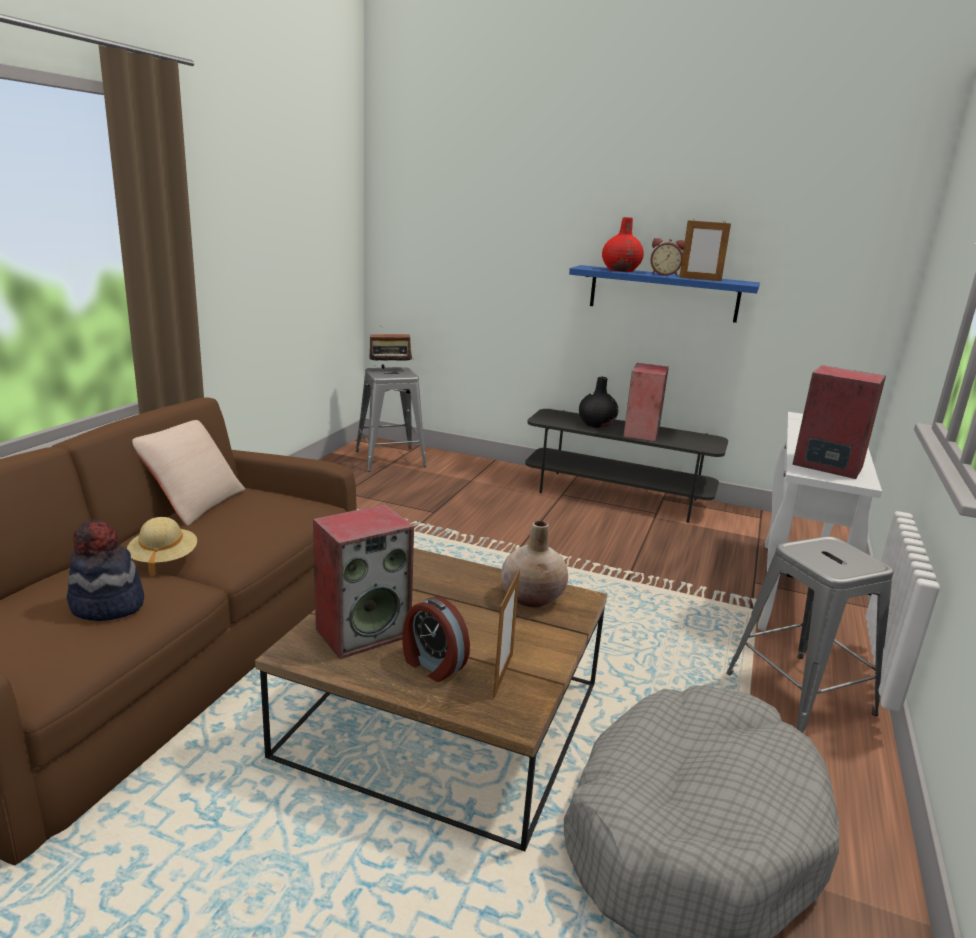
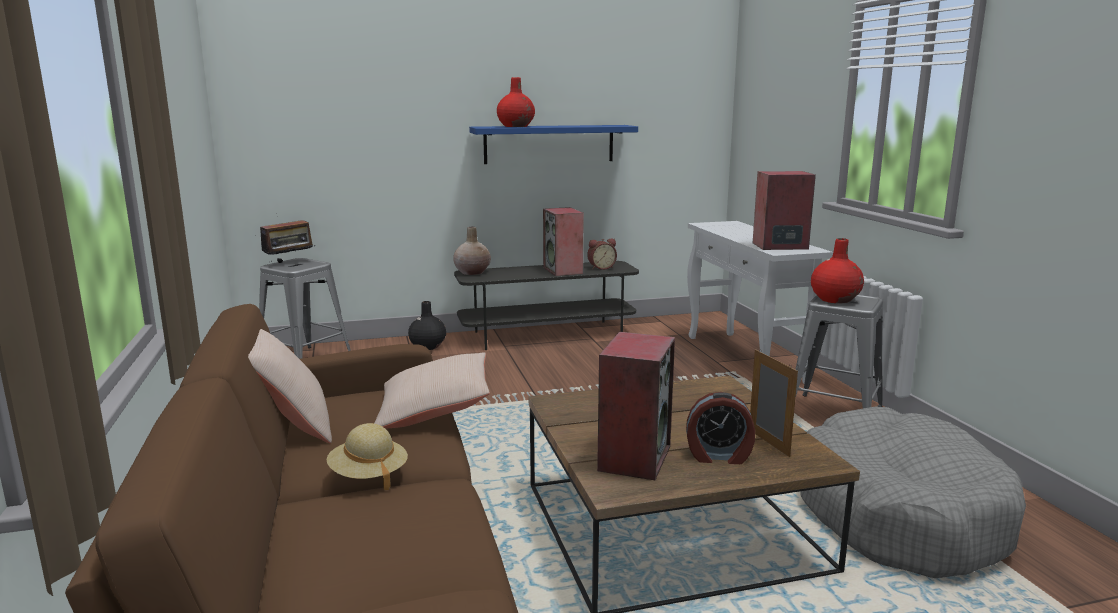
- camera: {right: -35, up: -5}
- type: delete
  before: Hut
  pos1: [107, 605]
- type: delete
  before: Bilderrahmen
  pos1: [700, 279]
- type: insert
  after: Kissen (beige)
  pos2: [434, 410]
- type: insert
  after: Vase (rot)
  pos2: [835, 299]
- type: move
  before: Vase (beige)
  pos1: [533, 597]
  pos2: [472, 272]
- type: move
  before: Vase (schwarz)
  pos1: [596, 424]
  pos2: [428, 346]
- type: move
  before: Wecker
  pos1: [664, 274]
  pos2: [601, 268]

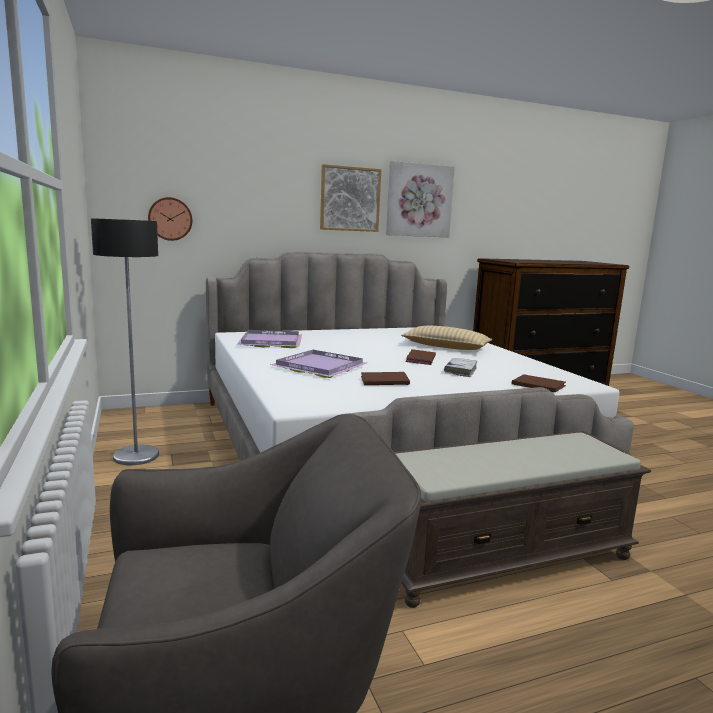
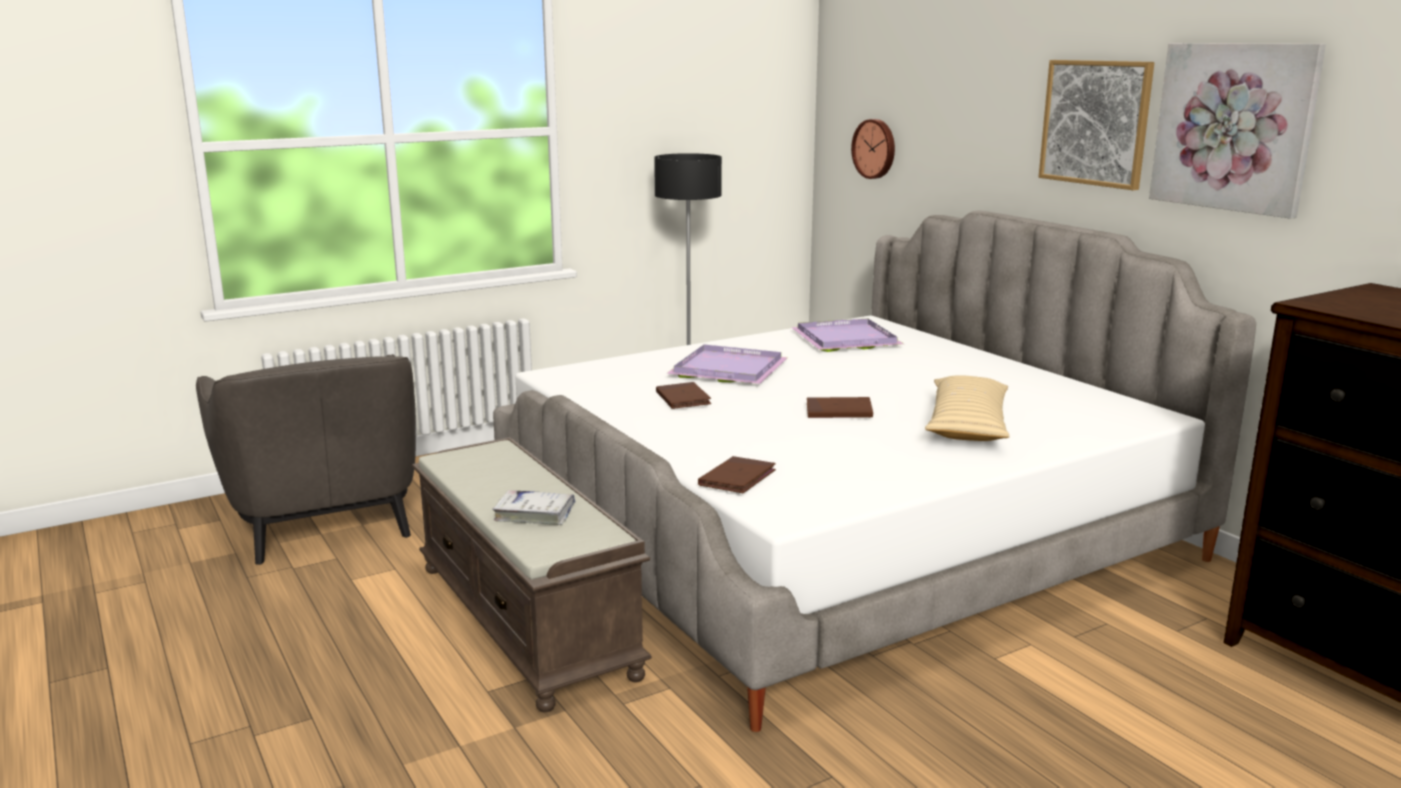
- camera: {right: 80, up: 5}
- type: move
  before: Buch (weiß)
  pos1: [460, 371]
  pos2: [535, 514]

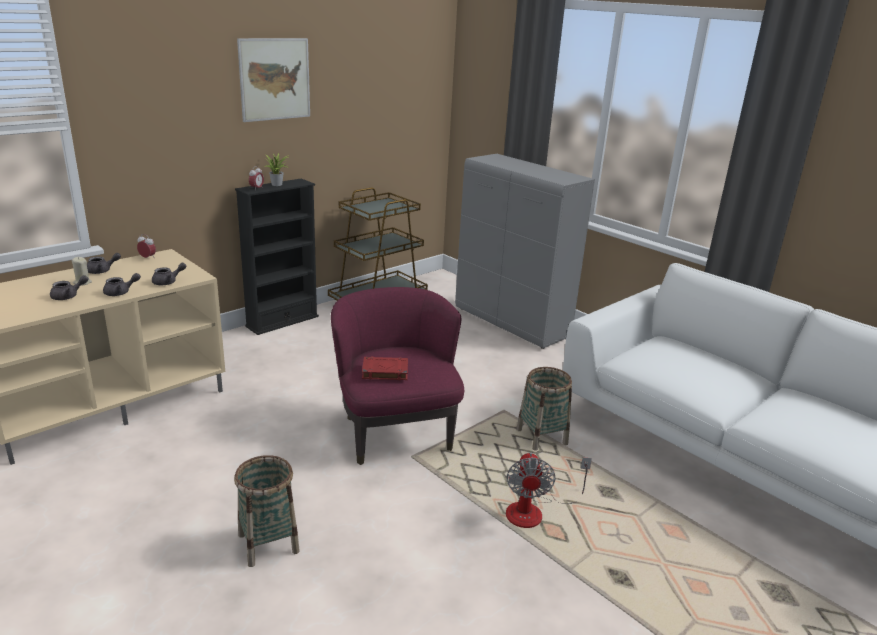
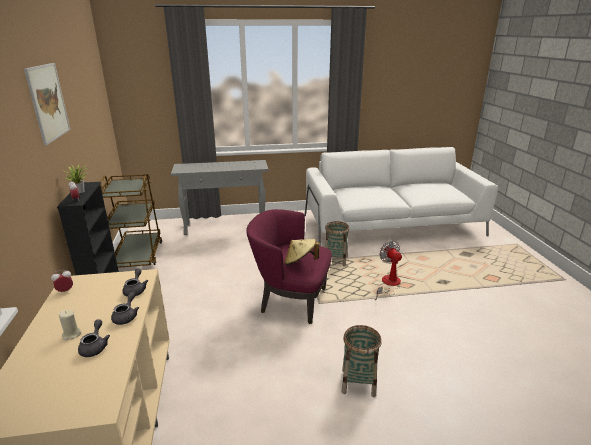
- camera: {right: -55, up: 0}
- type: delete
  before: Teekanne (grau)
  pos1: [102, 271]
- type: replace
  before: Buch (rot)
  after: Hut (beige)
  pos1: [384, 372]
  pos2: [300, 262]
- type: replace
  before: Schrank (grau)
  after: Konsolentisch (grau)
  pos1: [512, 323]
  pos2: [226, 226]
- type: rotate
  before: Ventilator
  pos1: [534, 511]
  pos2: [388, 284]
  turn: -150

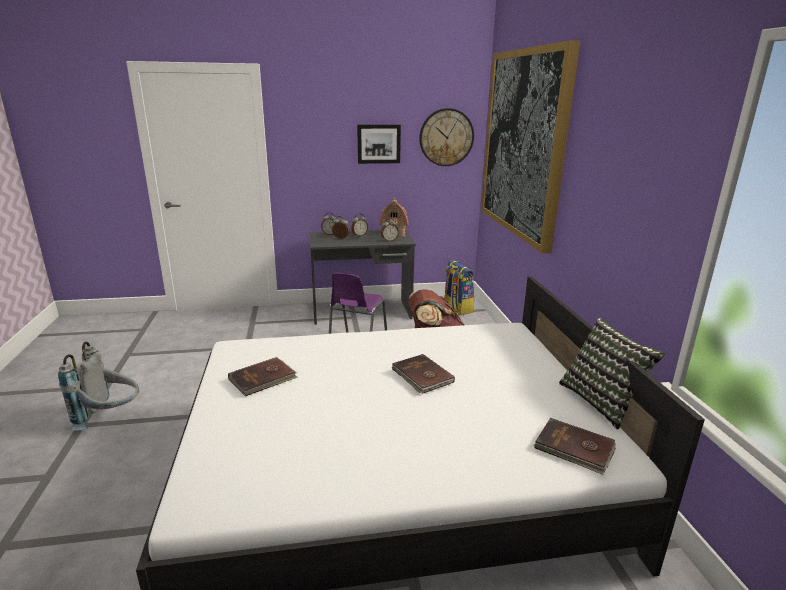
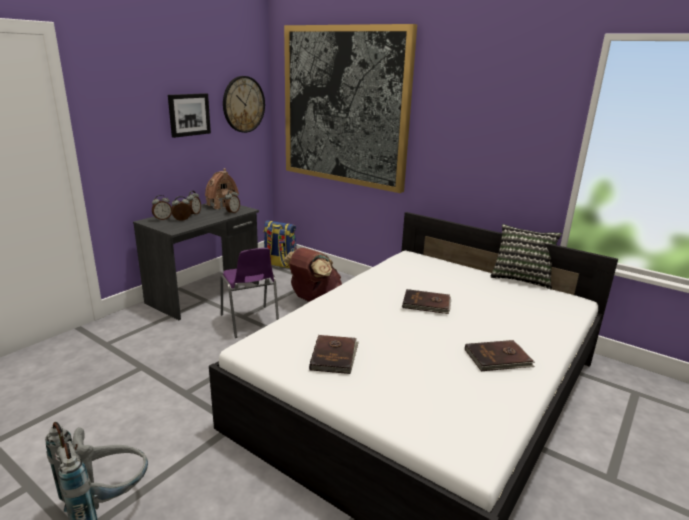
- camera: {right: -45, up: 0}
- type: move
  before: Buch (braun)
  pos1: [574, 448]
  pos2: [498, 358]

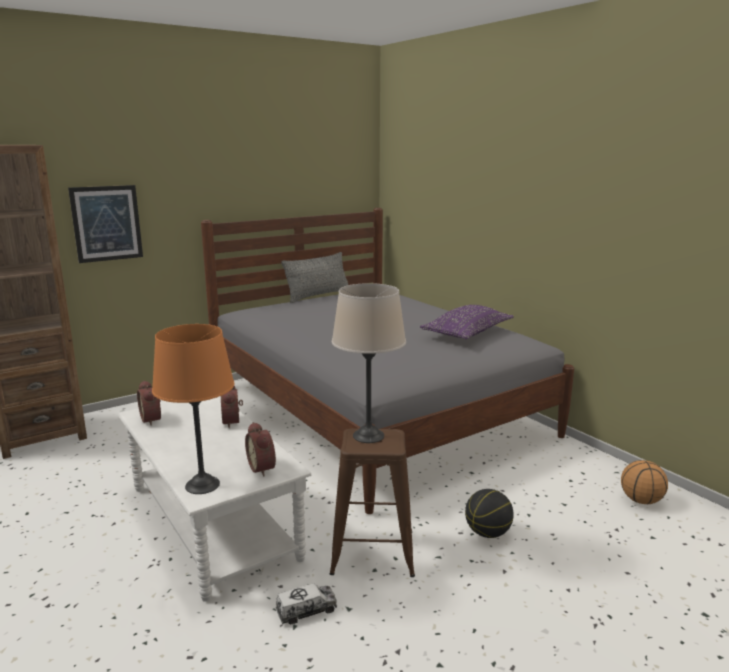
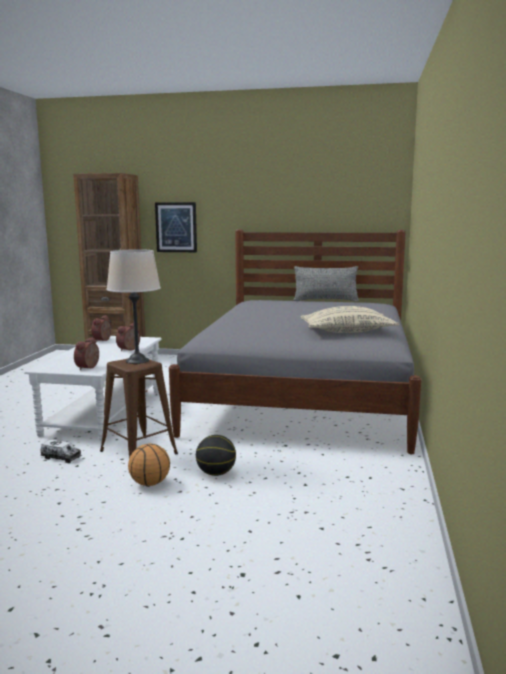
- camera: {right: 45, up: -5}
- type: delete
  before: Tischlampe (orange)
  pos1: [202, 485]
- type: move
  before: Basketball
  pos1: [640, 501]
  pos2: [149, 483]
- type: recolor
  before: Kissen (lila)
  after: Kissen (beige)
  pos1: [467, 333]
  pos2: [347, 332]

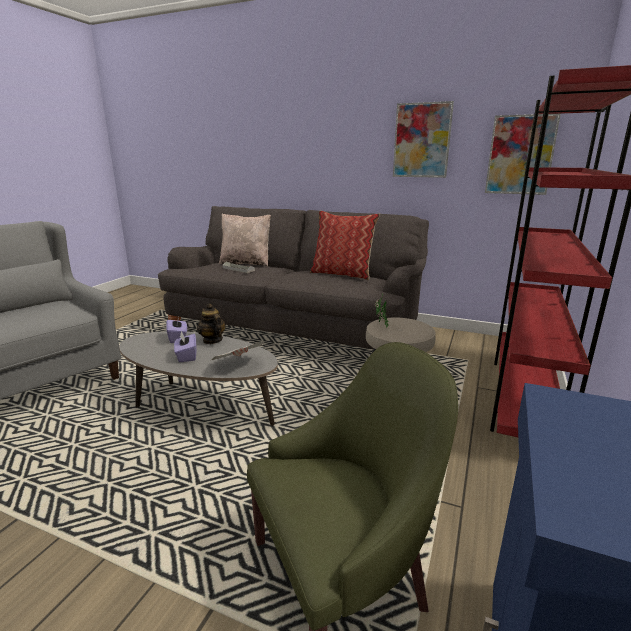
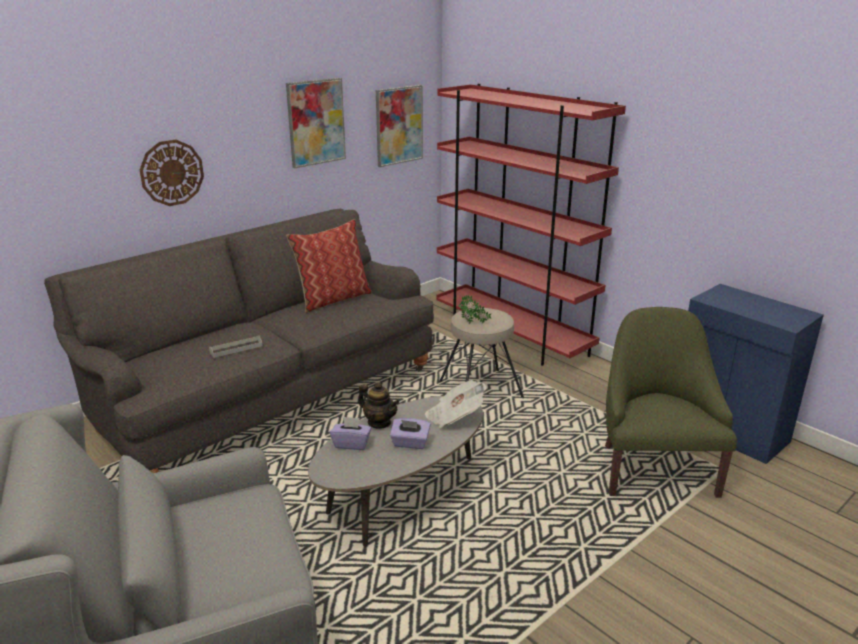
- camera: {right: -65, up: 5}
- type: delete
  before: Kissen (beige)
  pos1: [246, 263]
- type: insert
  after: Wanduhr
  pos2: [172, 173]
- type: rotate
  before: Teekanne
  pos1: [212, 340]
  pos2: [379, 423]
  turn: -135

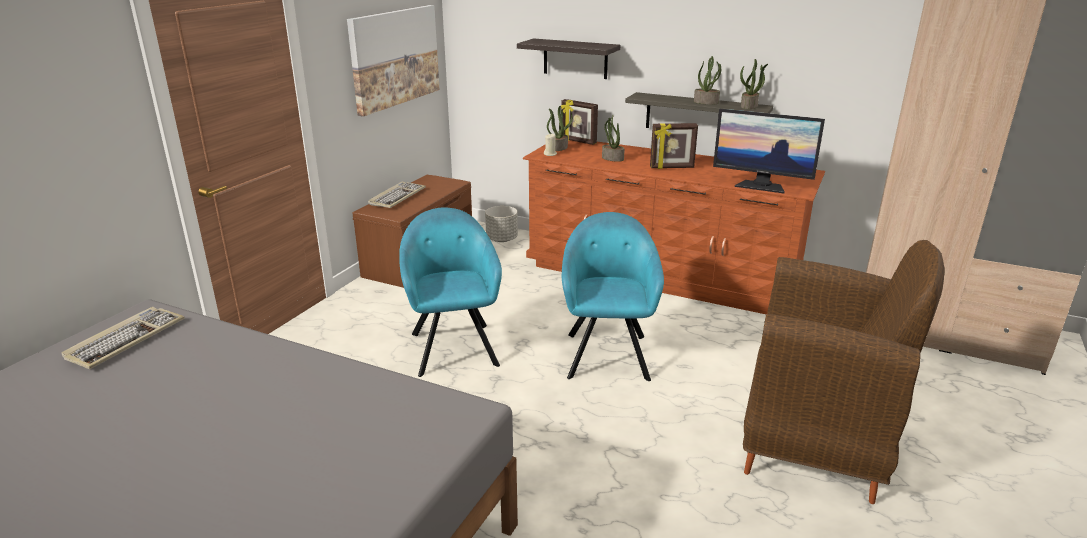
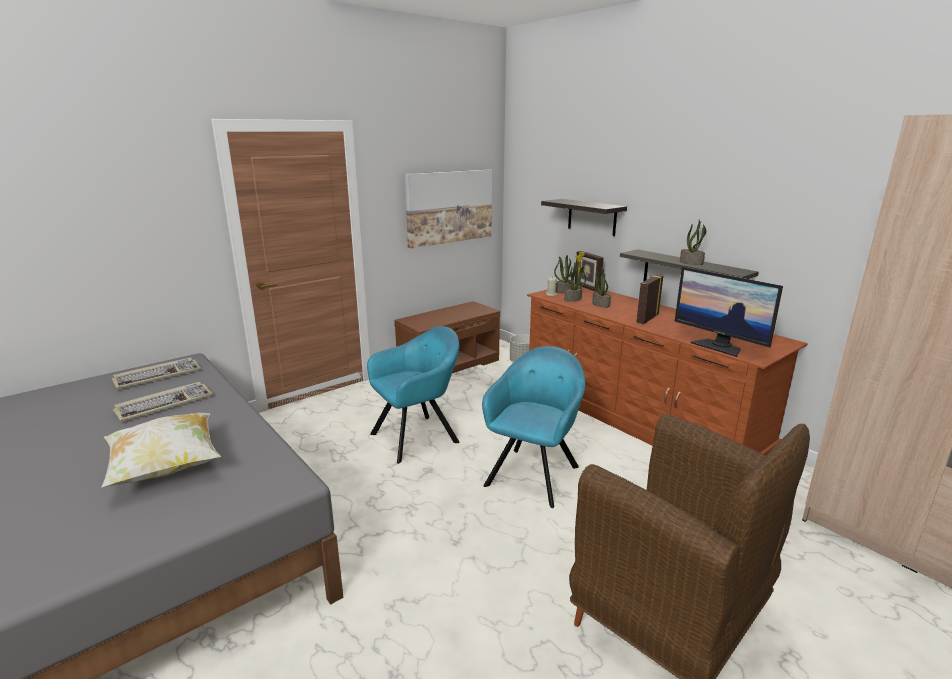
- camera: {right: 25, up: -5}
- type: insert
  after: Kissen
  pos2: [166, 468]
- type: move
  before: Tastatur
  pos1: [397, 197]
  pos2: [165, 404]
- type: move
  before: Topfpflanze
  pos1: [749, 106]
  pos2: [573, 299]
- type: rotate
  before: Sessel (türkis)
  pos1: [453, 346]
  pos2: [418, 437]
  turn: 45
- type: rotate
  before: Bilderrahmen
  pos1: [672, 167]
  pos2: [647, 318]
  turn: 105

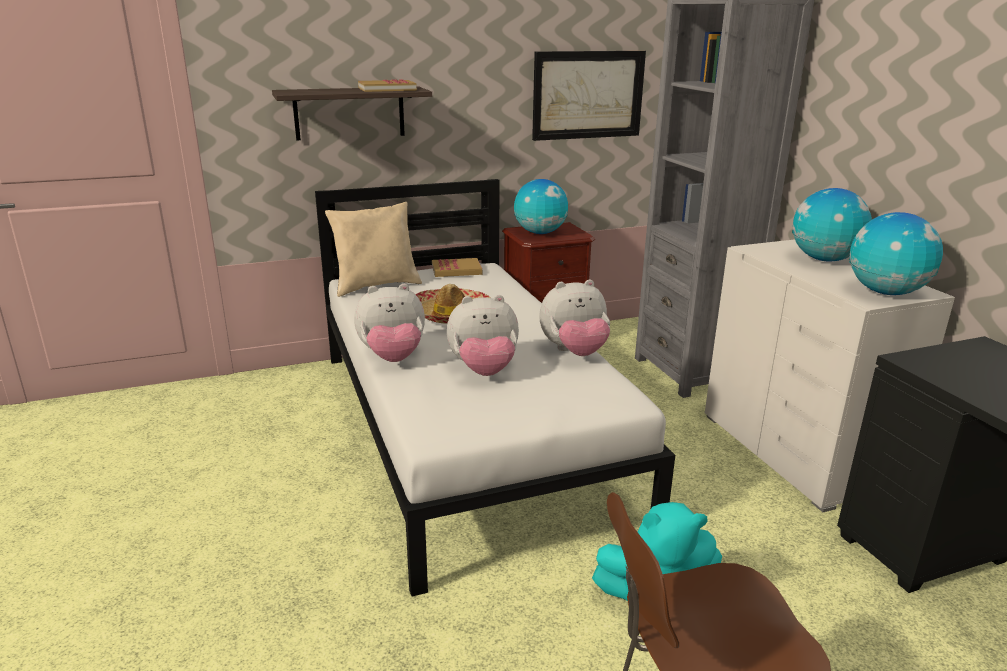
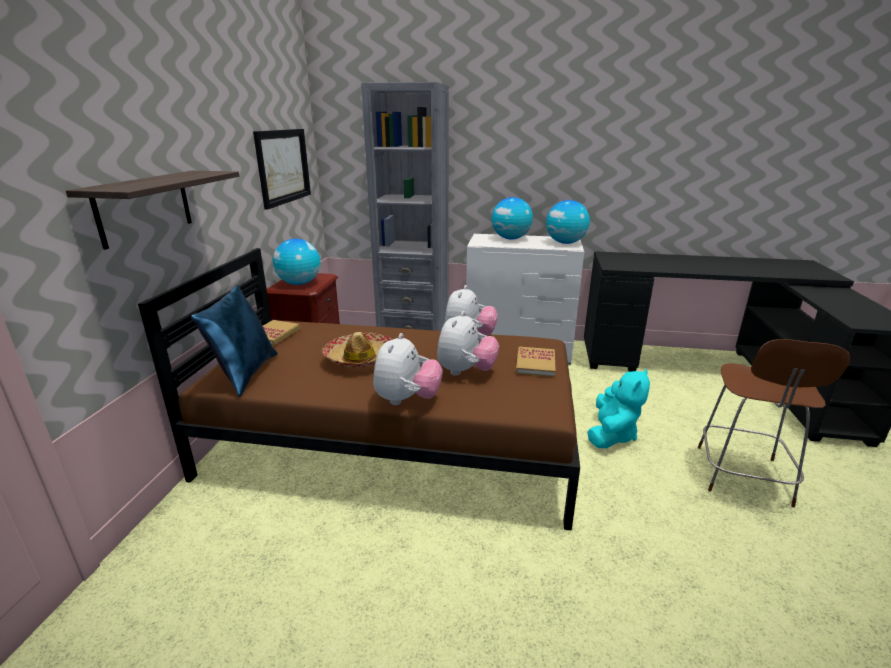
- camera: {right: -60, up: 0}
- type: move
  before: Buch
  pos1: [387, 89]
  pos2: [535, 363]
- type: recolor
  before: Bett (weiß)
  after: Bett (braun)
  pos1: [467, 430]
  pos2: [393, 442]
- type: recolor
  before: Kissen (beige)
  after: Kissen (blau)
  pos1: [376, 286]
  pos2: [245, 374]

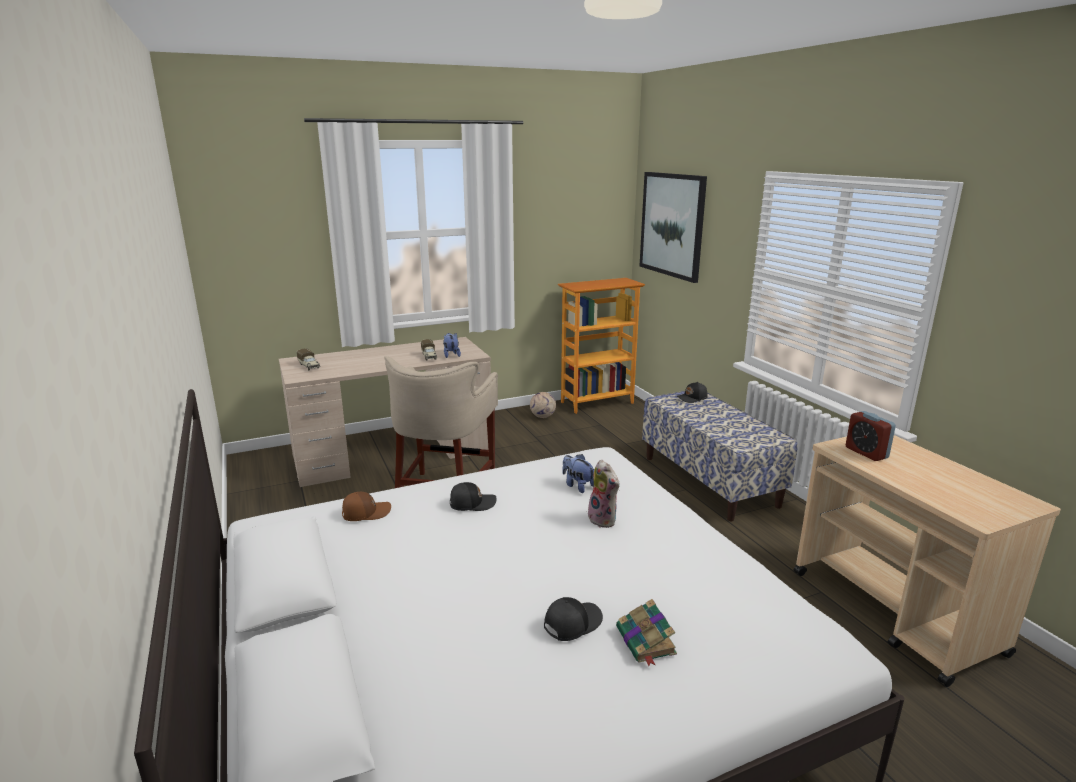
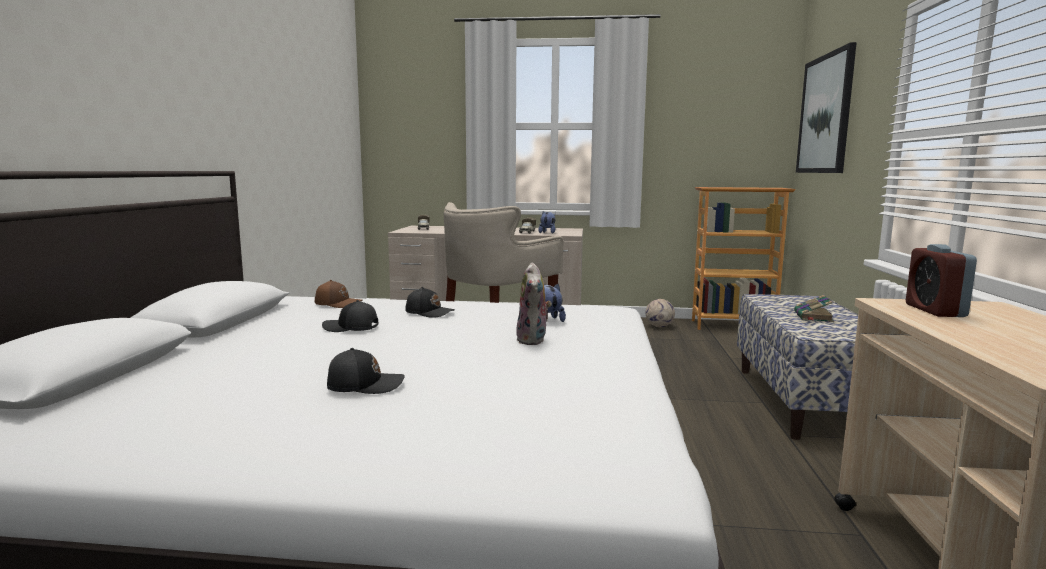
- camera: {right: 30, up: -10}
- type: move
  before: Buch
  pos1: [646, 642]
  pos2: [813, 317]
- type: move
  before: Kappe (schwarz)
  pos1: [692, 398]
  pos2: [351, 328]

